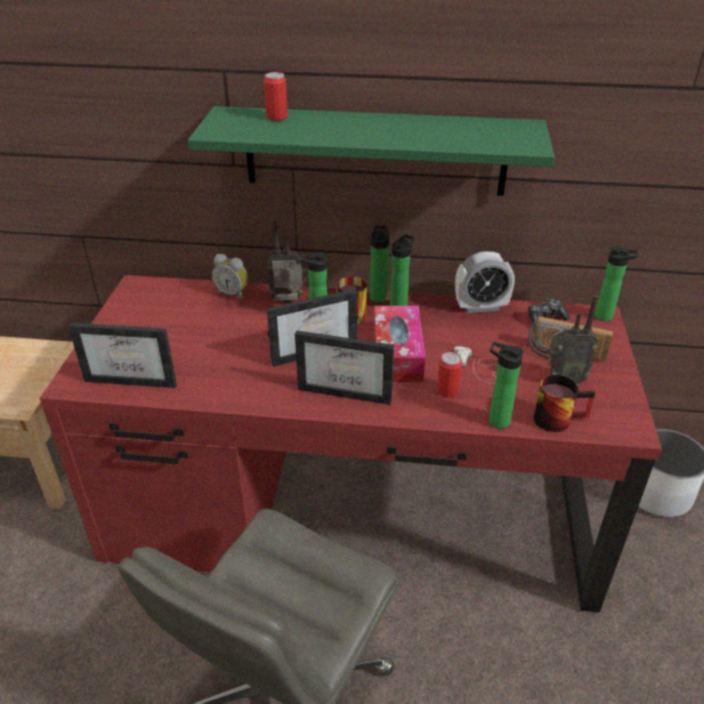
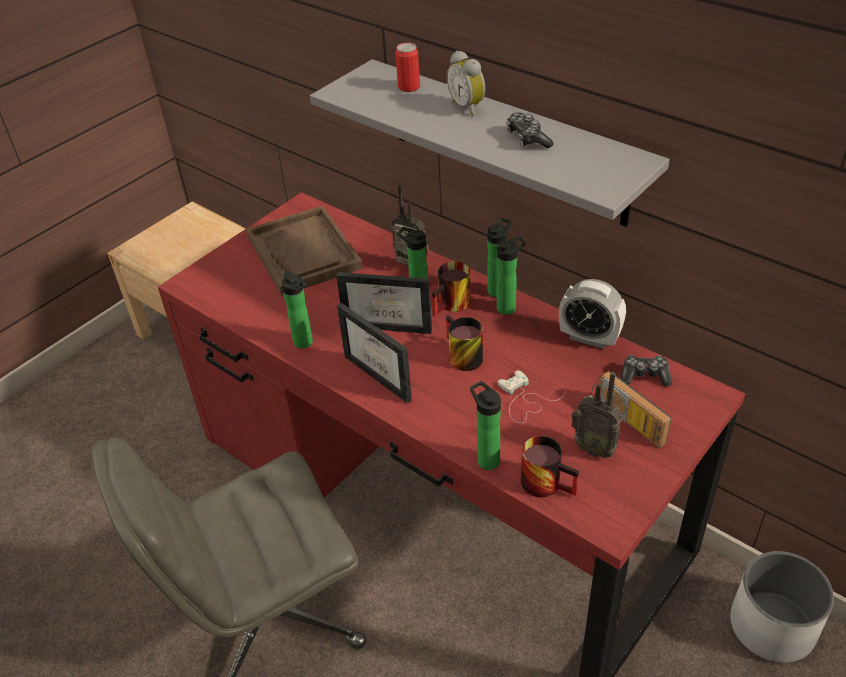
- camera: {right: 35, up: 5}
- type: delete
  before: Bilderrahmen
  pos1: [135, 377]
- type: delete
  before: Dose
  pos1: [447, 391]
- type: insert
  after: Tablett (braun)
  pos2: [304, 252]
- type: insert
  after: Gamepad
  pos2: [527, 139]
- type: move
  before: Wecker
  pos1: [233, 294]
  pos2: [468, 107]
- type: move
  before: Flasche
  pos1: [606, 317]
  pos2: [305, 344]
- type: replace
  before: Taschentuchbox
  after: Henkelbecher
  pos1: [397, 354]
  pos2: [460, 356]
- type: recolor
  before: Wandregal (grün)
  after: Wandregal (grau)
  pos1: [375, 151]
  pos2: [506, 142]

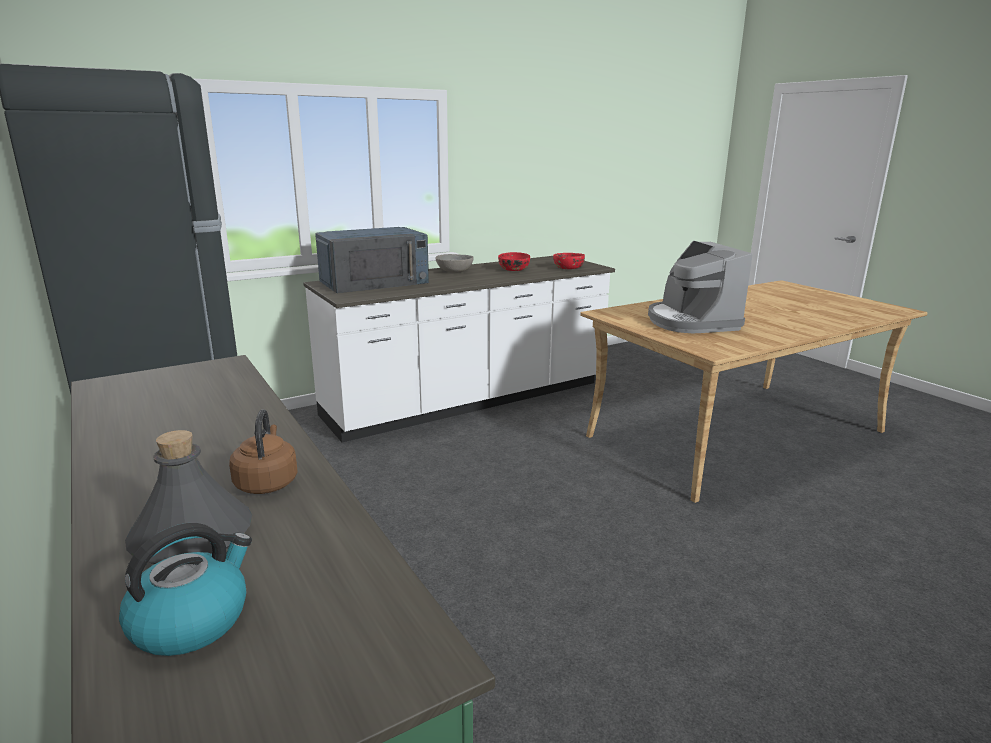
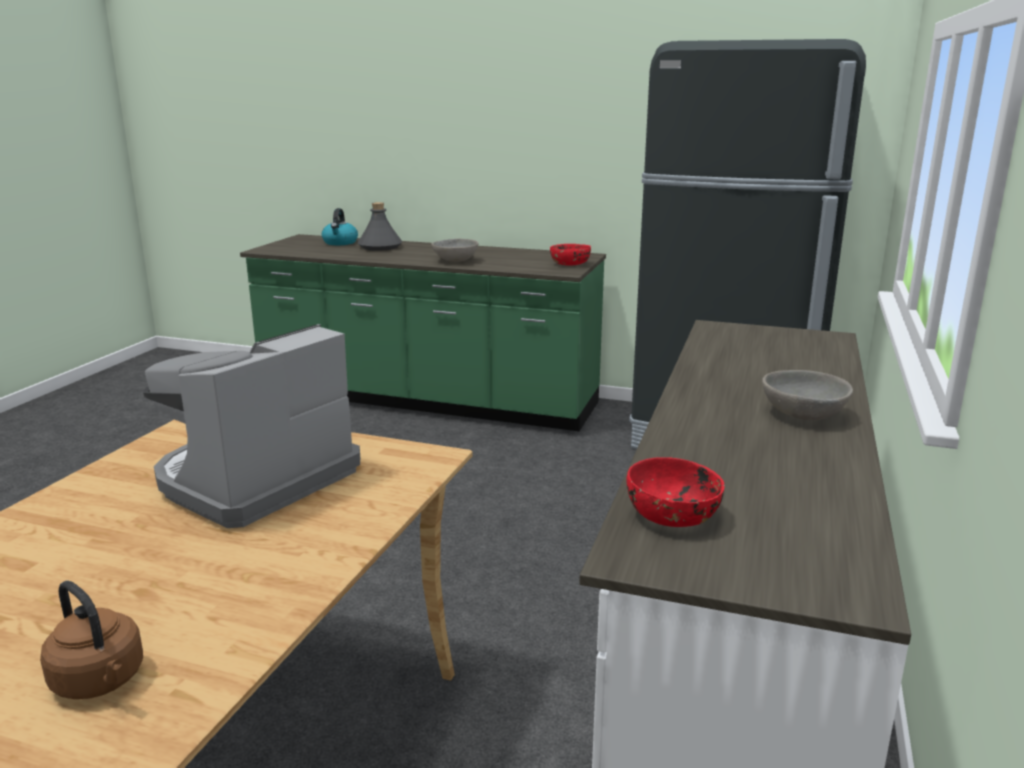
- camera: {right: 140, up: 0}
- type: delete
  before: Mikrowelle (blau)
  pos1: [375, 281]
- type: insert
  after: Schüssel (grau)
  pos2: [454, 261]
- type: move
  before: Wasserkessel (braun)
  pos1: [267, 482]
  pos2: [100, 682]
- type: move
  before: Schüssel (rot)
  pos1: [513, 269]
  pos2: [570, 264]
- type: rotate
  before: Kaffeemaschine
  pos1: [691, 322]
  pos2: [255, 480]
  turn: -90

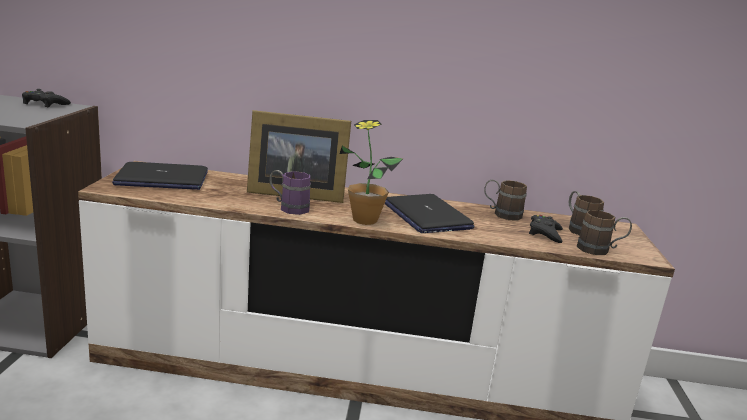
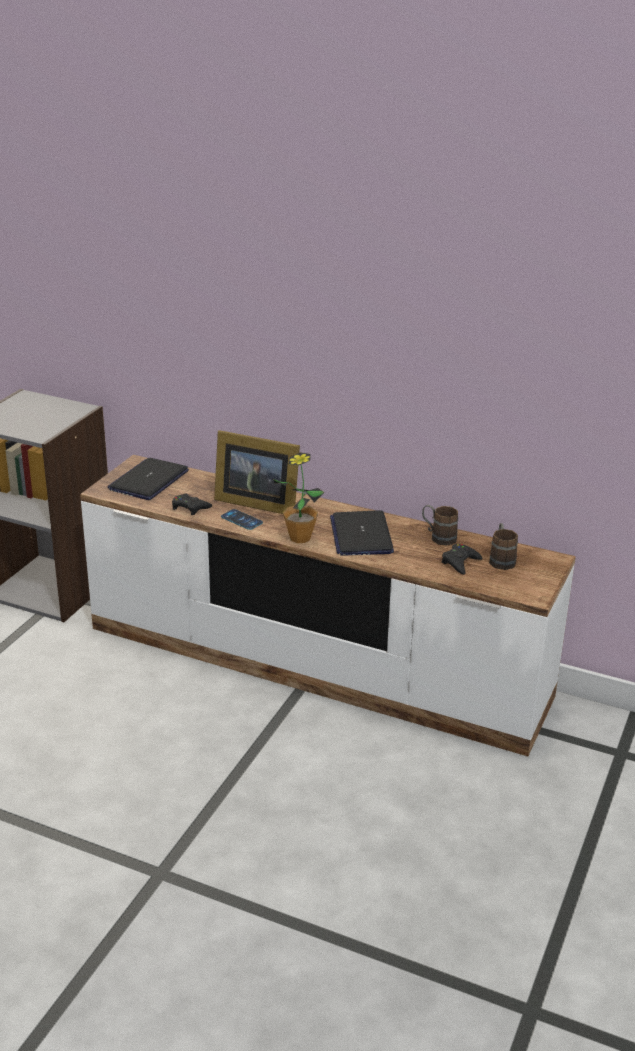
- camera: {right: 20, up: 10}
- type: delete
  before: Henkelbecher (braun)
  pos1: [600, 250]
- type: move
  before: Gamepad (schwarz)
  pos1: [44, 104]
  pos2: [190, 508]
- type: replace
  before: Henkelbecher (lila)
  after: Handy
  pos1: [288, 207]
  pos2: [241, 520]
- type: rotate
  before: Laptop
  pos1: [161, 179]
  pos2: [149, 480]
  turn: 105

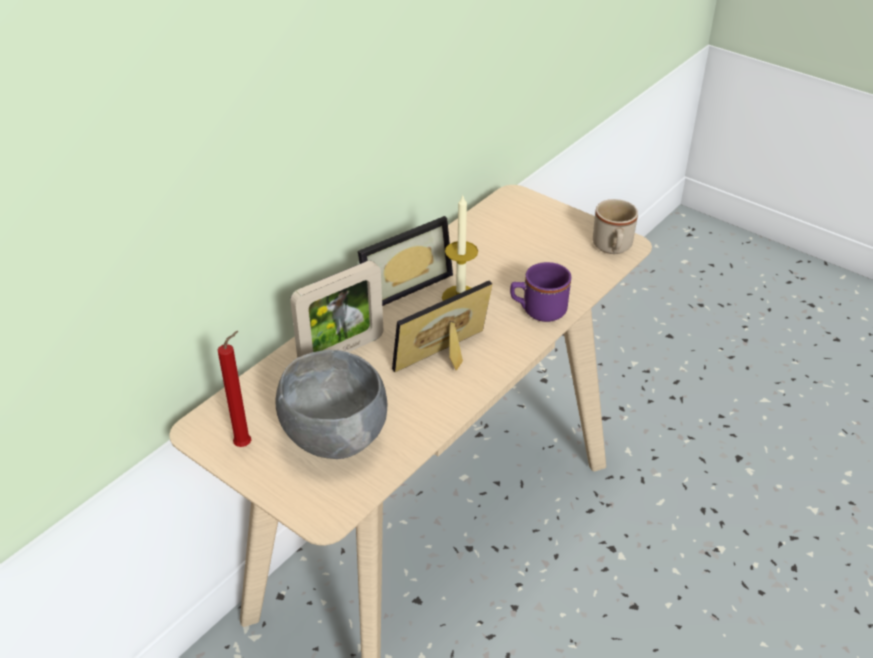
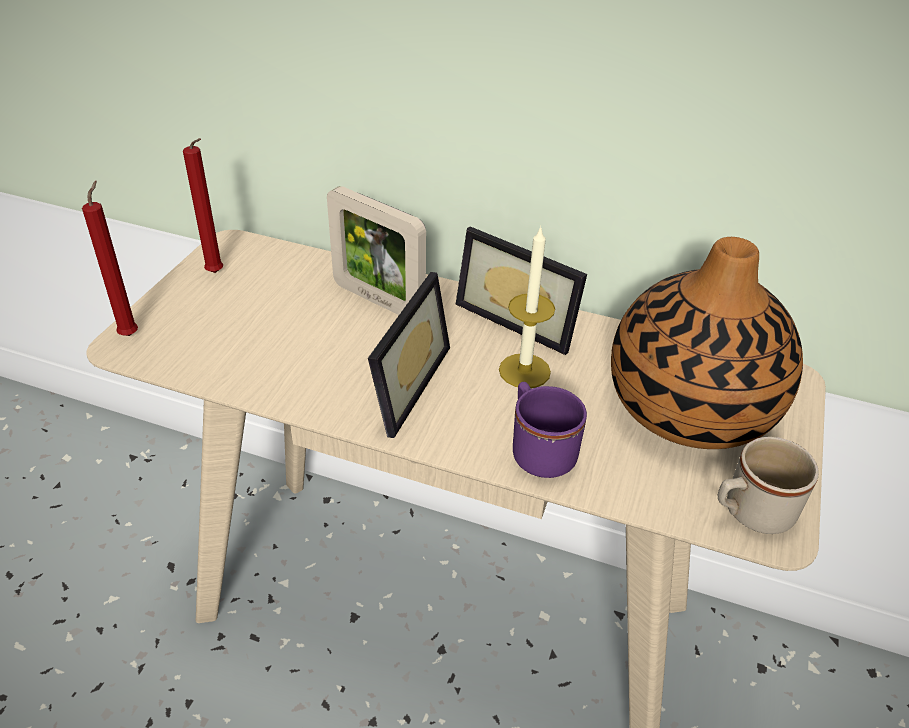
- camera: {right: 70, up: 0}
- type: delete
  before: Schüssel (grau)
  pos1: [334, 439]
- type: insert
  after: Kerze (rot)
  pos2: [131, 333]
- type: insert
  after: Vase
  pos2: [691, 406]
- type: rotate
  before: Bilderrahmen
  pos1: [448, 359]
  pos2: [398, 384]
  turn: 75

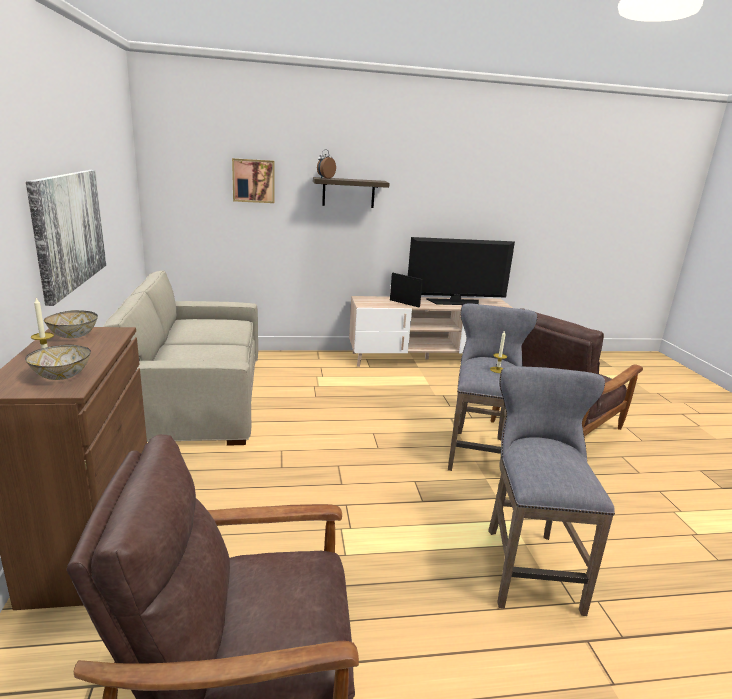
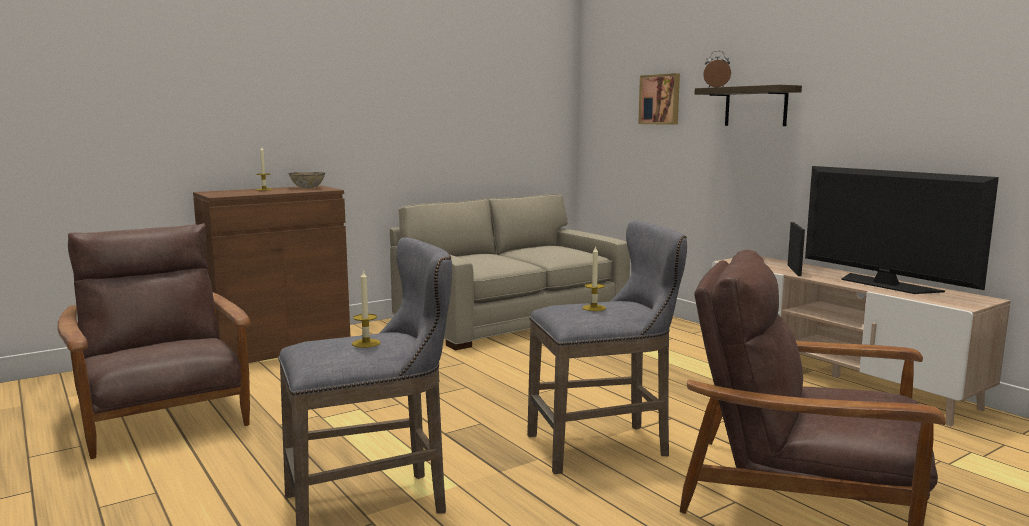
- camera: {right: 65, up: -10}
- type: delete
  before: Schüssel
  pos1: [61, 376]
- type: delete
  before: Bild
  pos1: [69, 230]
- type: insert
  after: Kerze
  pos2: [366, 343]

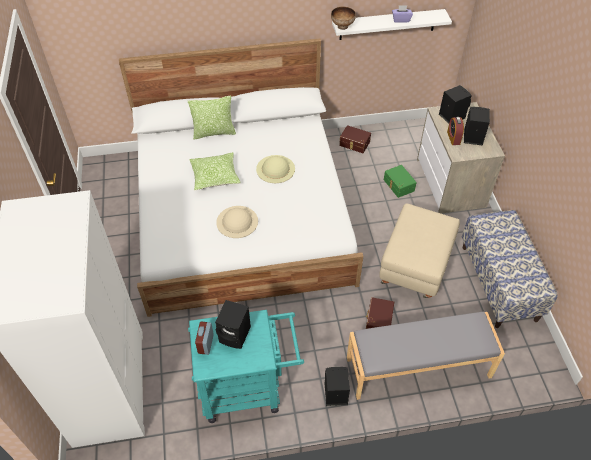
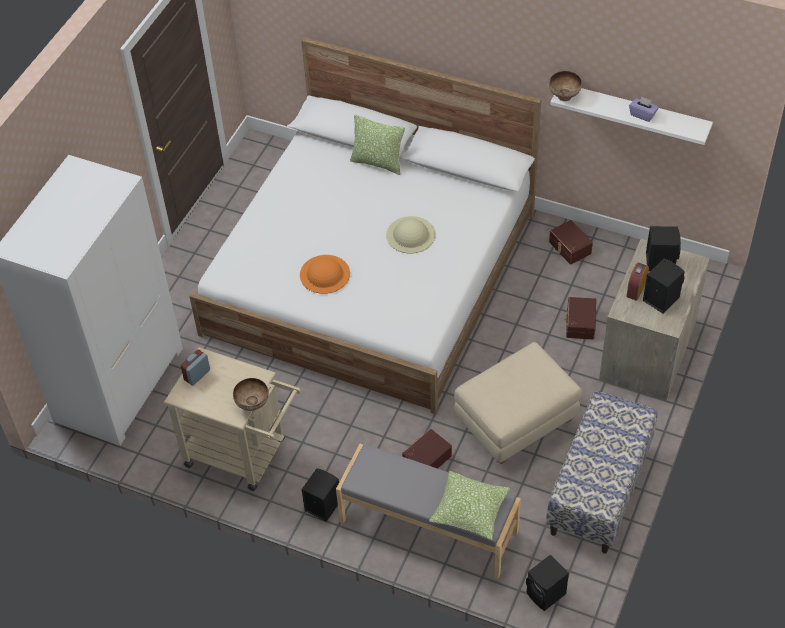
- camera: {right: 35, up: 0}
- type: insert
  after: Schüssel
  pos2: [252, 404]
- type: move
  before: Kissen
  pos1: [215, 176]
  pos2: [470, 511]
- type: move
  before: Lautsprecher (schwarz)
  pos1: [235, 335]
  pos2: [546, 594]
- type: recolor
  before: Rollwagen (türkis)
  after: Rollwagen (beige)
  pos1: [248, 388]
  pos2: [243, 455]
- type: recolor
  before: Hut (beige)
  after: Hut (orange)
  pos1: [237, 221]
  pos2: [325, 274]
- type: recolor
  before: Aufbewahrungsbox (grün)
  after: Aufbewahrungsbox (braun)
  pos1: [398, 185]
  pos2: [579, 323]

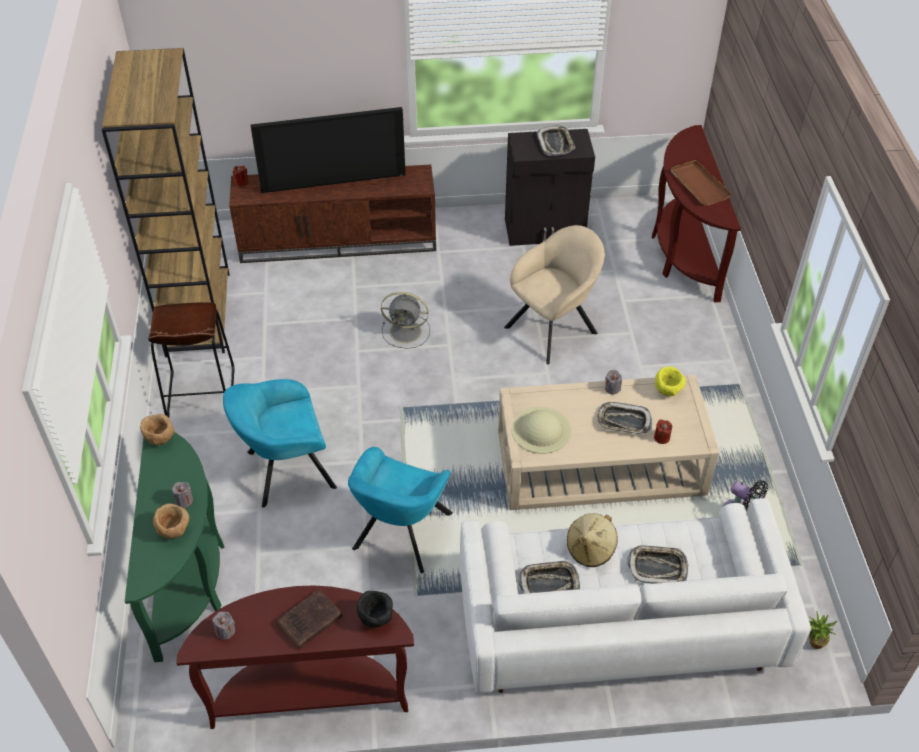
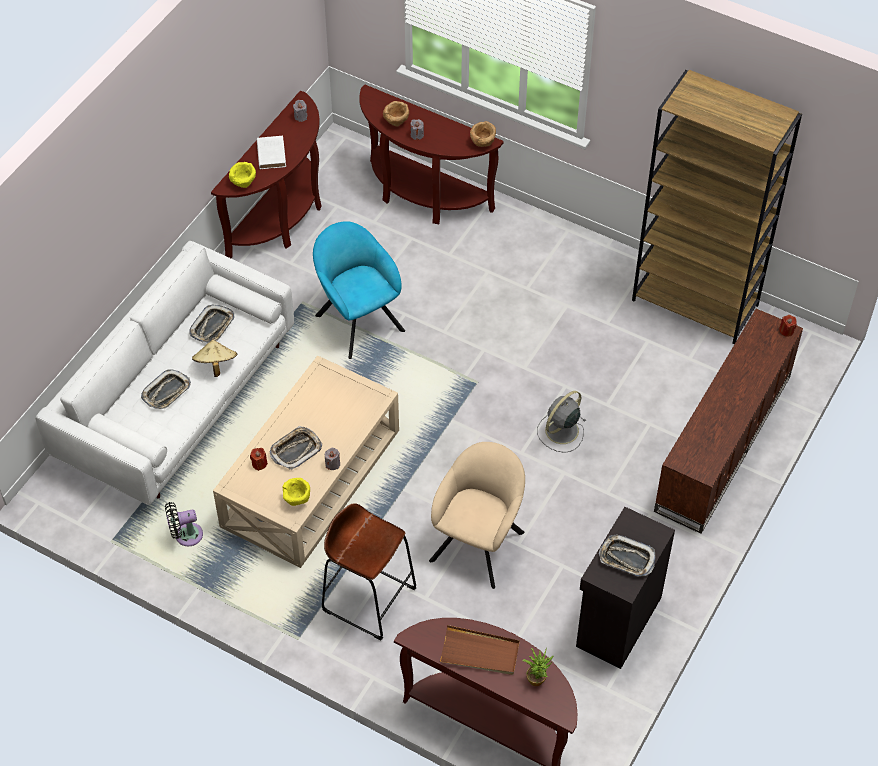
- camera: {right: 125, up: 5}
- type: delete
  before: Sessel (türkis)
  pos1: [285, 470]
- type: delete
  before: Fernseher
  pos1: [333, 178]
- type: delete
  before: Hut (beige)
  pos1: [541, 430]
- type: move
  before: Hocker (braun)
  pos1: [200, 393]
  pos2: [369, 599]
- type: move
  before: Topfpflanze
  pos1: [813, 643]
  pos2: [537, 677]
- type: recolor
  before: Konsolentisch (grün)
  after: Konsolentisch (braun)
  pos1: [189, 579]
  pos2: [422, 196]
- type: recolor
  before: Buch (braun)
  after: Buch (weiß)
  pos1: [308, 622]
  pos2: [271, 153]
- type: recolor
  before: Schüssel (schwarz)
  after: Schüssel (gelb)
  pos1: [376, 618]
  pos2: [244, 183]
- type: rotate
  before: Sessel (beige)
  pos1: [554, 327]
  pos2: [479, 542]
  turn: -150

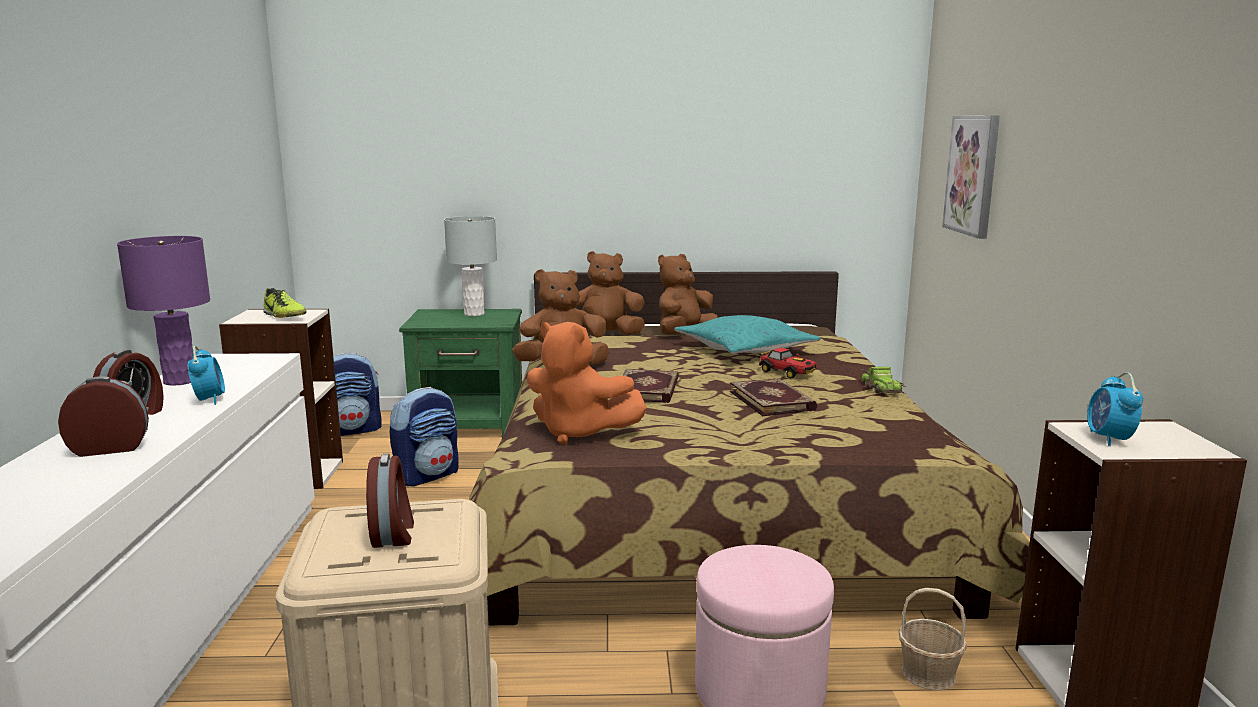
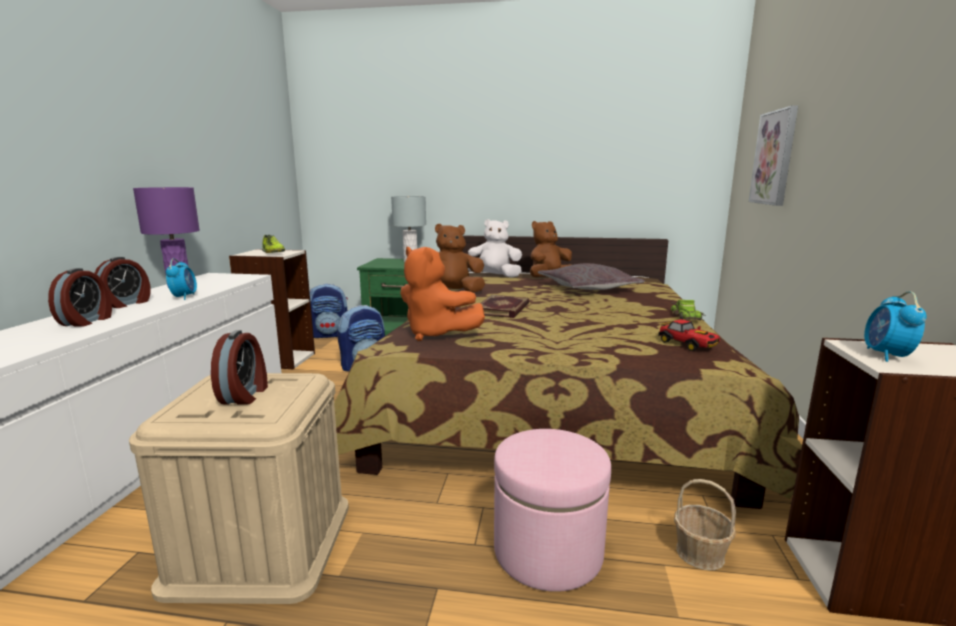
- camera: {right: 10, up: 0}
- type: delete
  before: Buch
  pos1: [773, 400]
- type: move
  before: Spielzeugauto
  pos1: [787, 373]
  pos2: [687, 345]
- type: recolor
  before: Plüschtier (braun)
  after: Plüschtier (weiß)
  pos1: [604, 334]
  pos2: [493, 276]
- type: recolor
  before: Kissen (türkis)
  after: Kissen (grau)
  pos1: [745, 349]
  pos2: [588, 288]
- type: rotate
  before: Wecker
  pos1: [109, 448]
  pos2: [87, 321]
  turn: 105

